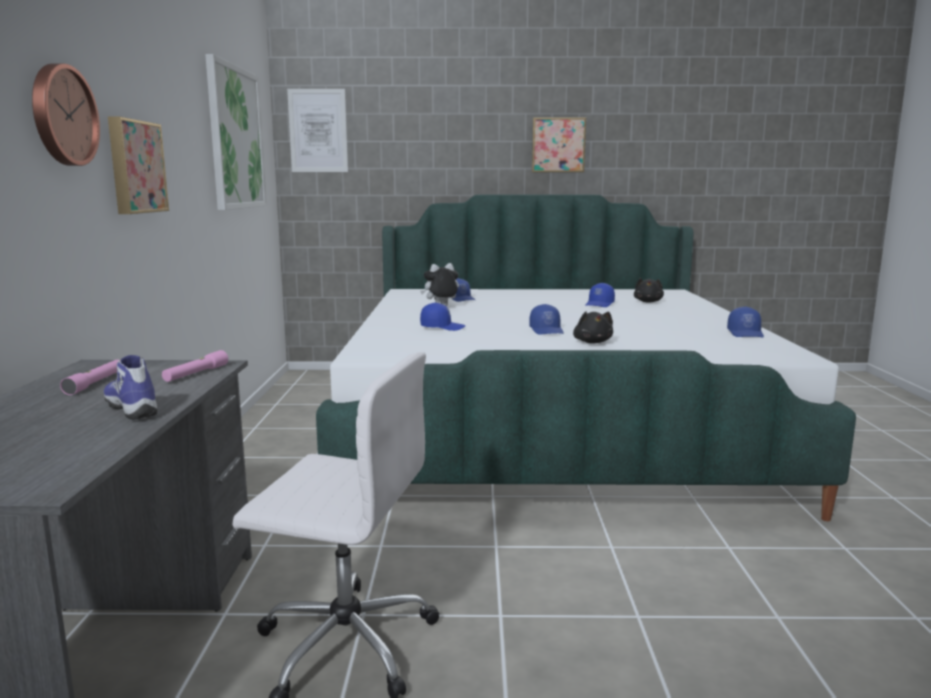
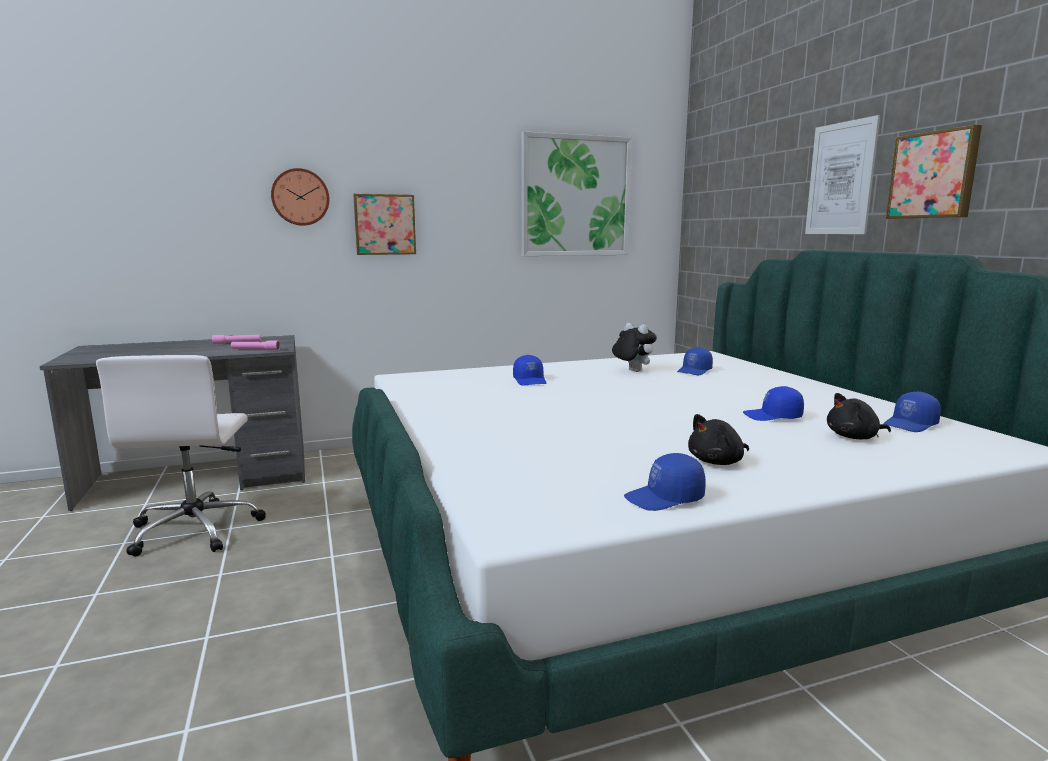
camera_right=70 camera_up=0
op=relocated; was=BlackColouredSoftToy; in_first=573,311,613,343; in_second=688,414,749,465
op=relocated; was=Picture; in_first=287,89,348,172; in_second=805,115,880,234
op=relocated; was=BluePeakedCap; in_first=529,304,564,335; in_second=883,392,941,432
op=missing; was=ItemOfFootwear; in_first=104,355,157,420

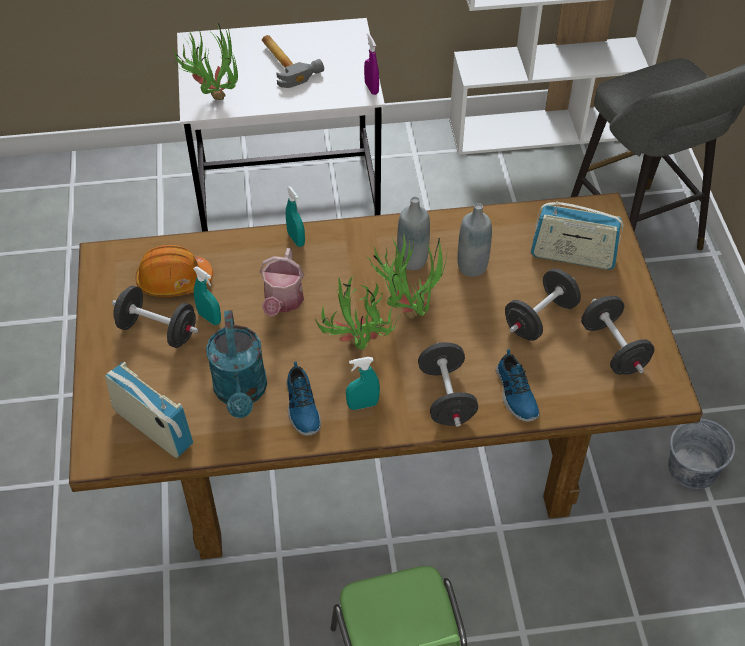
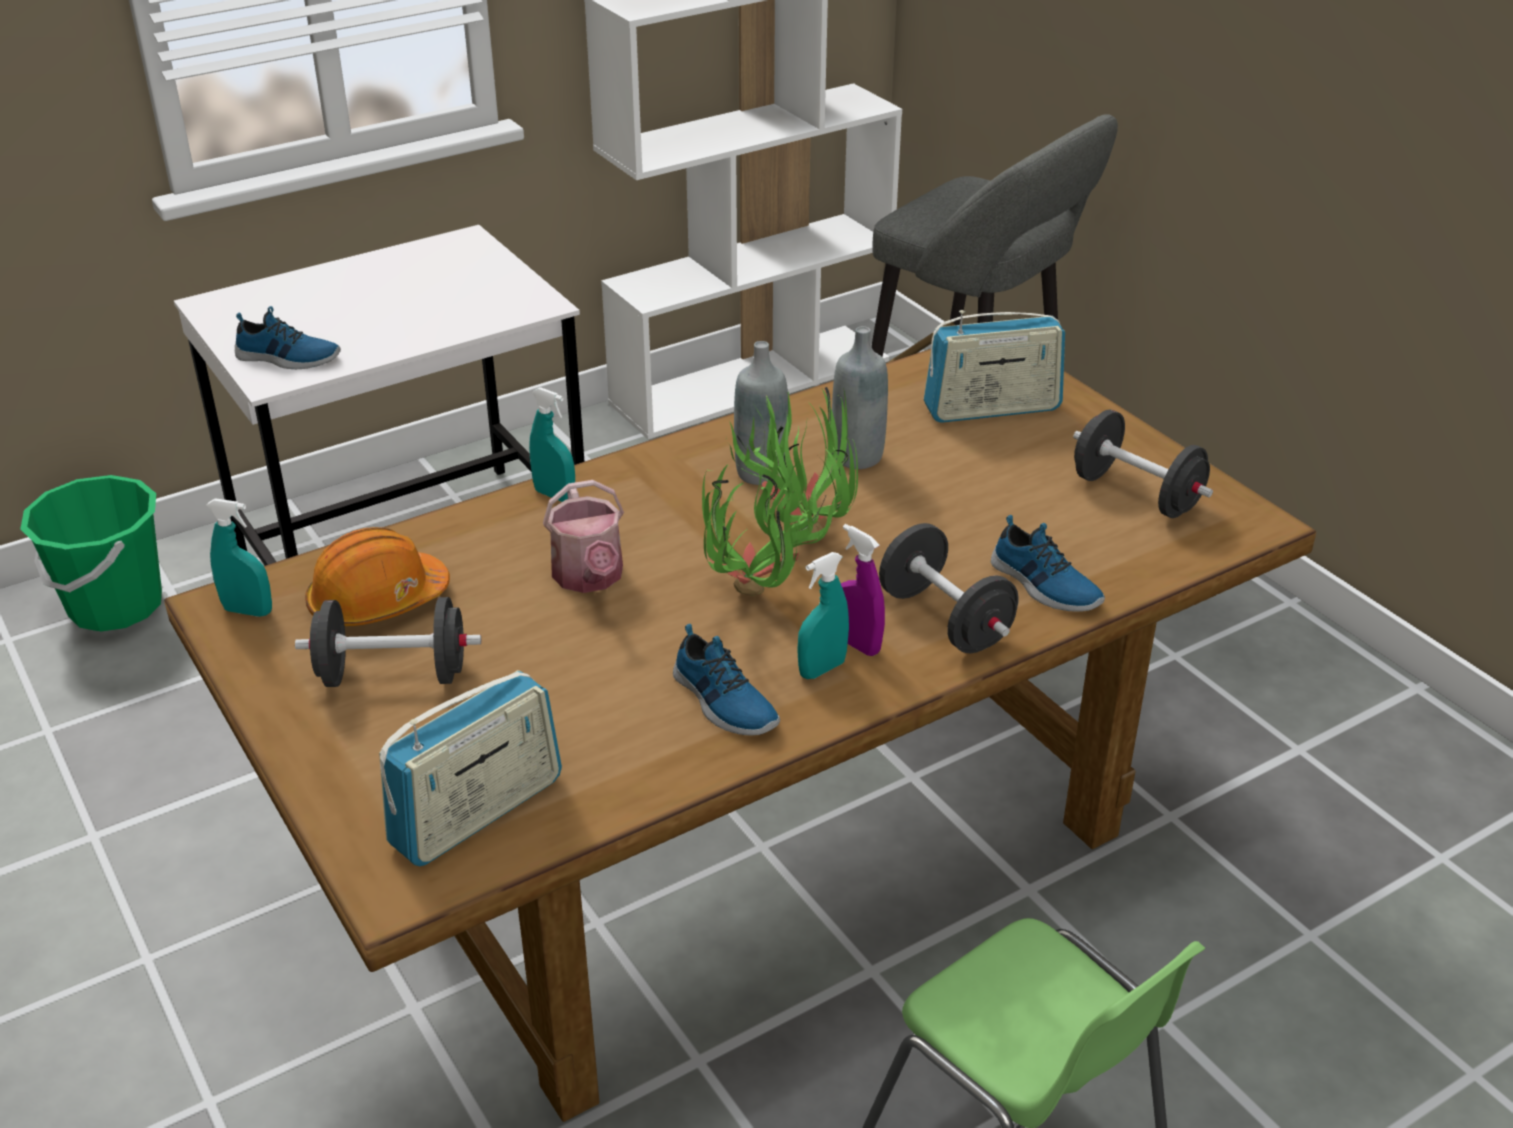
camera_right=-25 camera_up=-15
op=appeared; now=GreenPail; in_second=20,475,162,632
op=relocated; was=BlueGreenSprayer; in_first=193,266,221,325; in_second=206,498,272,617
op=exchanged; was=PlantInAPot; now=ItemOfFootwear; in_first=172,23,238,100; in_second=235,306,341,369
op=spun; was=RadioReceiver; in_first=105,362,193,458; in_second=379,670,562,866; clockwise=120
op=relocated; was=PurpleSprayer; in_first=364,33,379,95; in_second=841,524,885,656
op=missing; was=BlueGreenWateringPot; in_first=206,310,267,418
op=missing; was=HandHammer; in_first=262,35,324,88
op=missing; was=BlackColouredFreeWeight; in_first=505,269,581,341
op=missing; was=GreyishPail; in_first=668,419,735,489

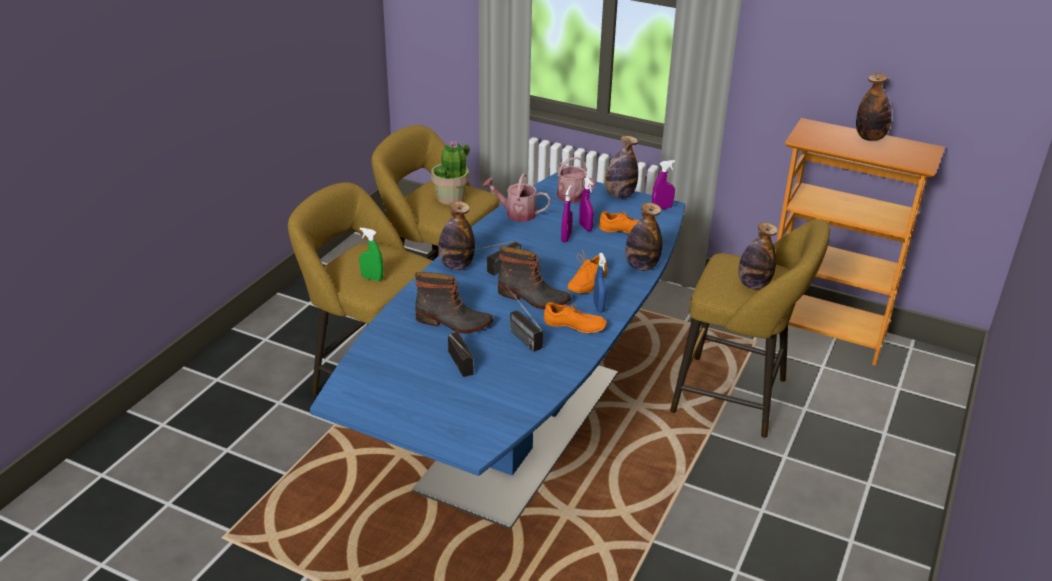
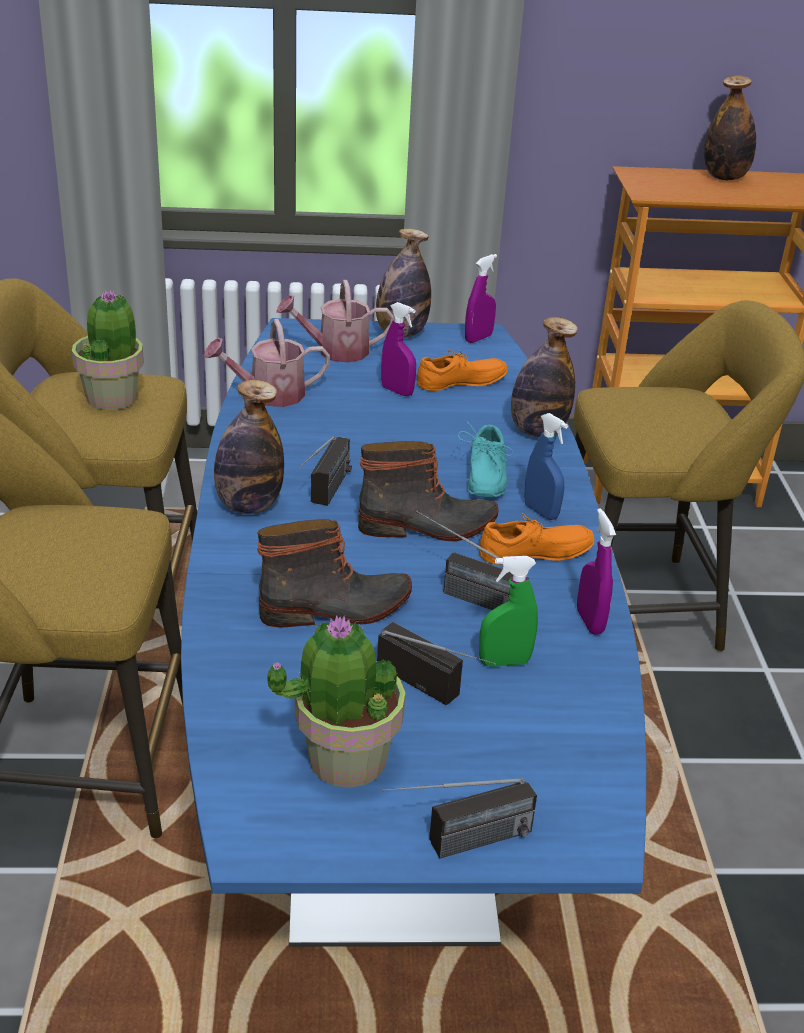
camera_right=-30 camera_up=0
op=appeared; now=PlantInAPot; in_second=266,615,405,788
op=spun; was=WateringPot; in_first=557,157,595,203; in_second=276,280,394,363; clockwise=135
op=appeared; now=RadioReceiver; in_second=382,778,537,858
op=colour; was=OrangeColouredItemOfFootwear; now=BlueGreenItemOfFootwear; in_first=567,250,607,293; in_second=458,422,513,497
op=relocated; was=GreenSprayer; in_first=359,228,383,281; in_second=479,556,538,667
op=relocated; was=PurpleSprayer; in_first=561,185,573,243; in_second=577,508,616,635
op=missing; was=BeverageBottle; in_first=738,222,778,289

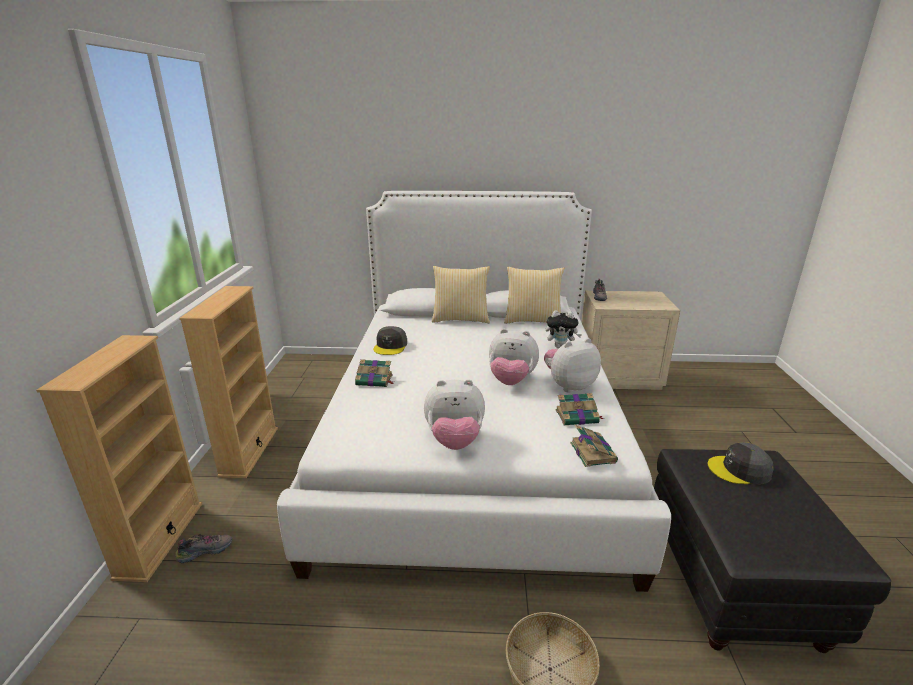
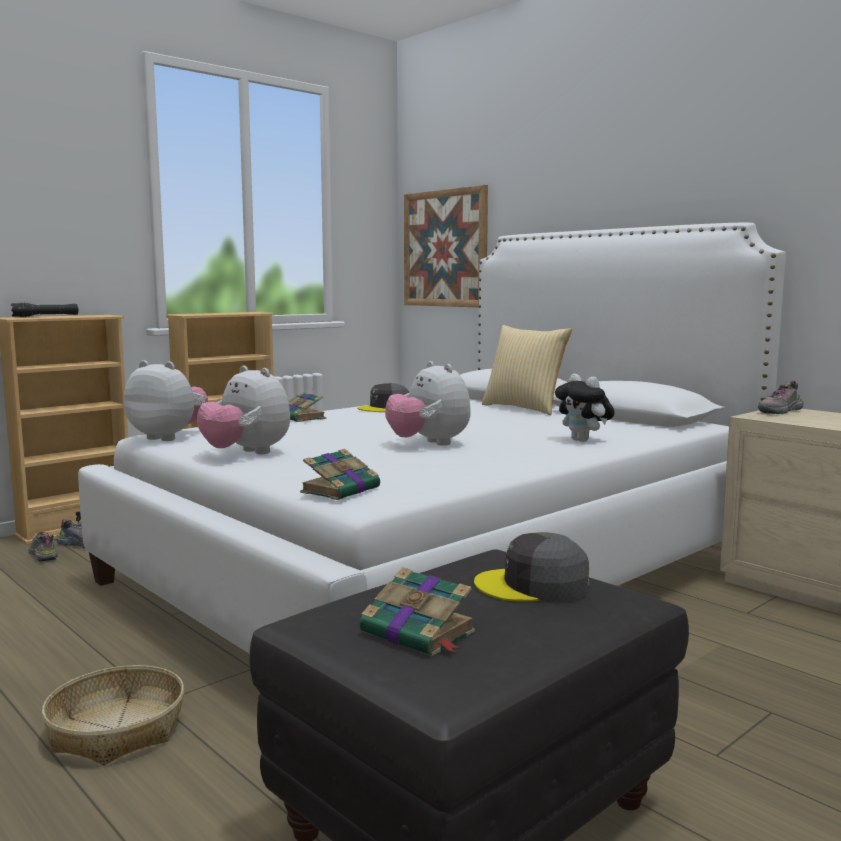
camera_right=45 camera_up=-15
op=appeared; now=BlackColouredTorch; in_second=11,303,79,317
op=appeared; now=ItemOfFootwear; in_second=28,532,58,561
op=relocated; was=SoftToy; in_first=544,338,601,393; in_second=124,360,208,441
op=relocated; was=Volume; in_first=556,393,604,425; in_second=360,567,475,656
op=appeared; now=Picture; in_second=404,185,488,307
op=spun; was=GreyishPeakedCap; in_first=708,442,773,485; in_second=474,532,589,601; clockwise=-45
op=missing; was=ThrowPillow; in_first=504,267,565,323

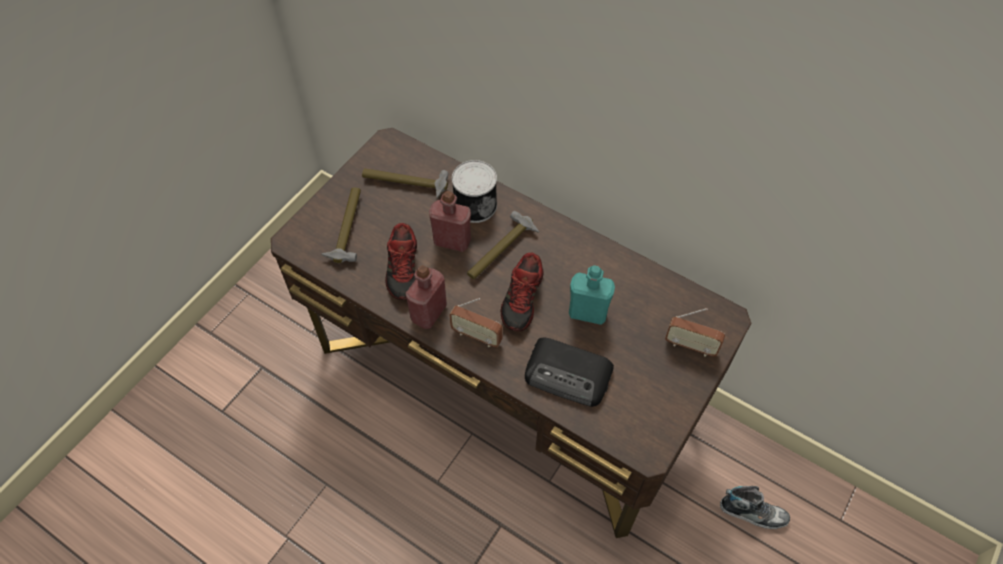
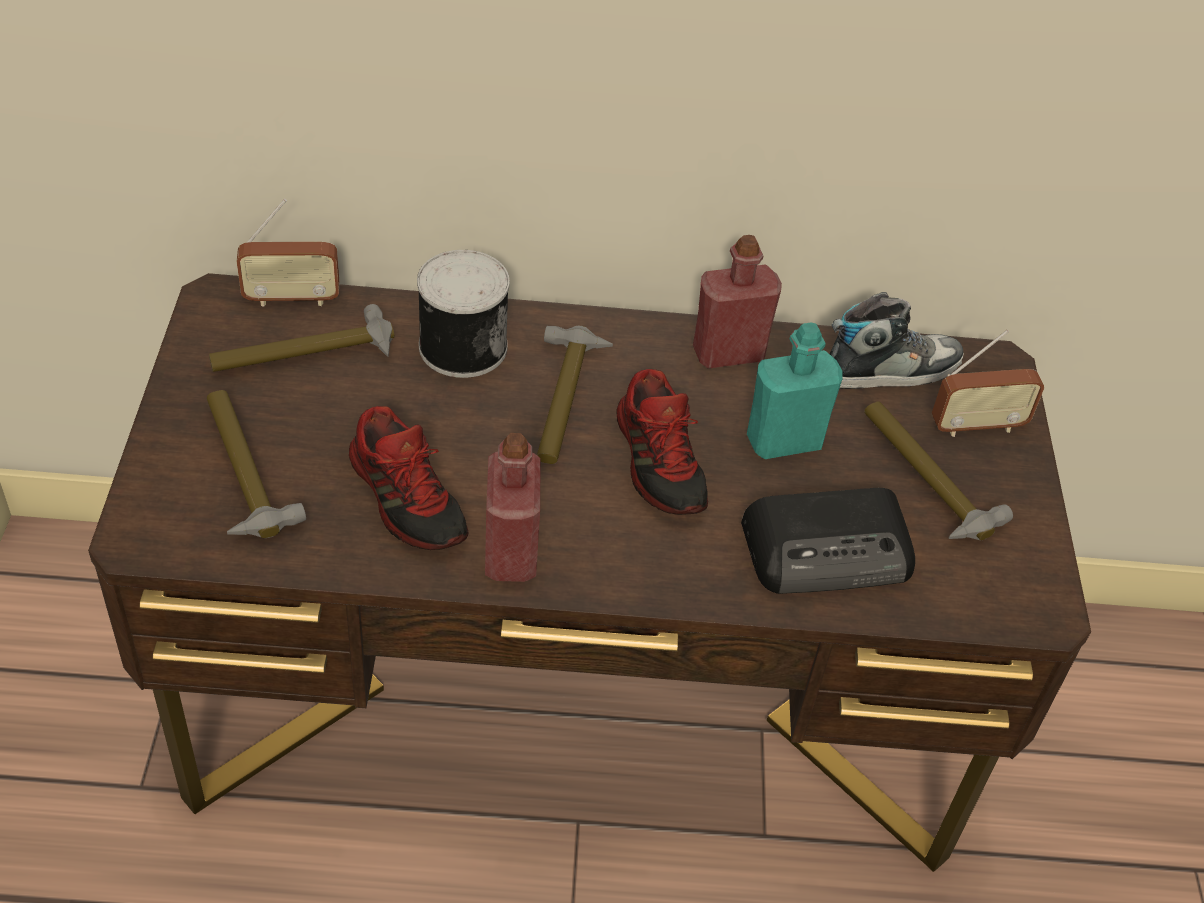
camera_right=-35 camera_up=-10
op=relocated; was=RadioReceiver; in_first=449,298,503,347; in_second=237,199,339,307
op=relocated; was=ReddishBeverageBottle; in_first=429,191,471,252; in_second=693,235,782,369
op=relocated; was=ItemOfFootwear; in_first=720,486,790,529; in_second=830,292,964,389
op=appeared; now=HandHammer; in_second=864,401,1013,540

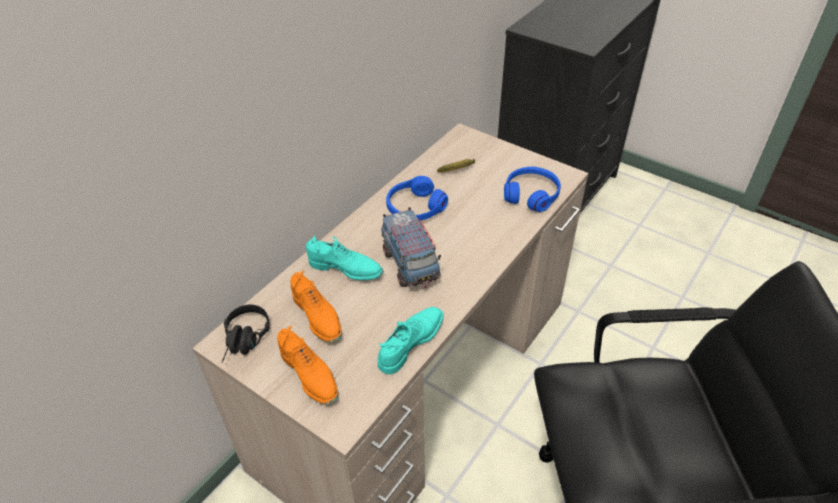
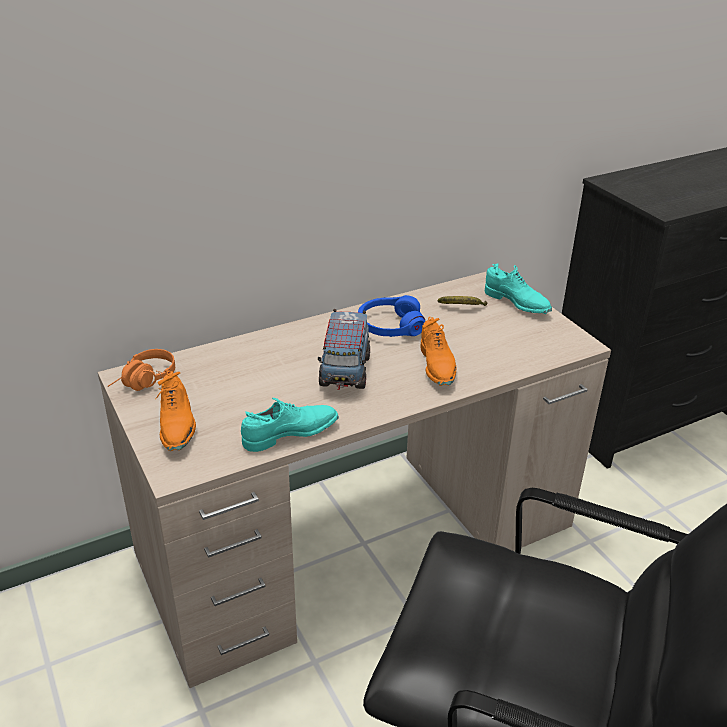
camera_right=25 camera_up=-10
op=colour; was=BlackColouredHeadphones; now=OrangeColouredHeadphones; in_first=222,305,270,363; in_second=107,349,175,391
op=relocated; was=OrangeColouredItemOfFootwear; in_first=290,271,342,343; in_second=420,317,456,386
op=relocated; was=BlueGreenItemOfFootwear; in_first=306,236,384,280; in_second=485,263,552,314
op=missing; was=BlueHeadphones; in_first=504,167,561,212

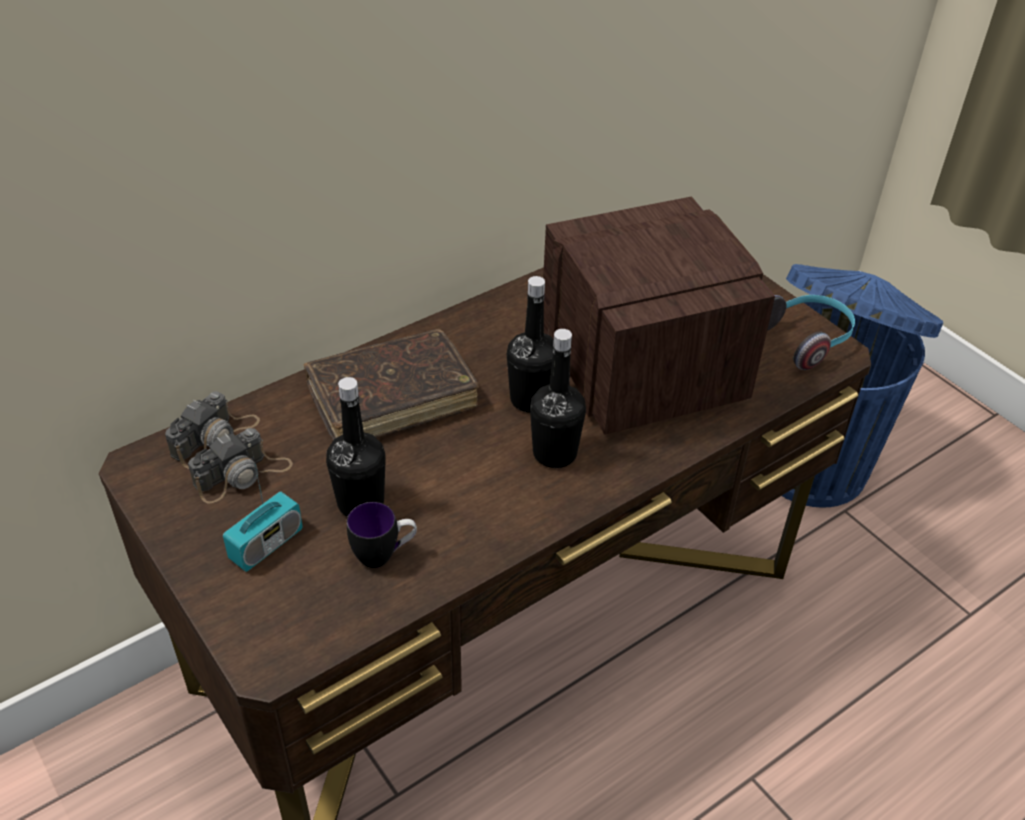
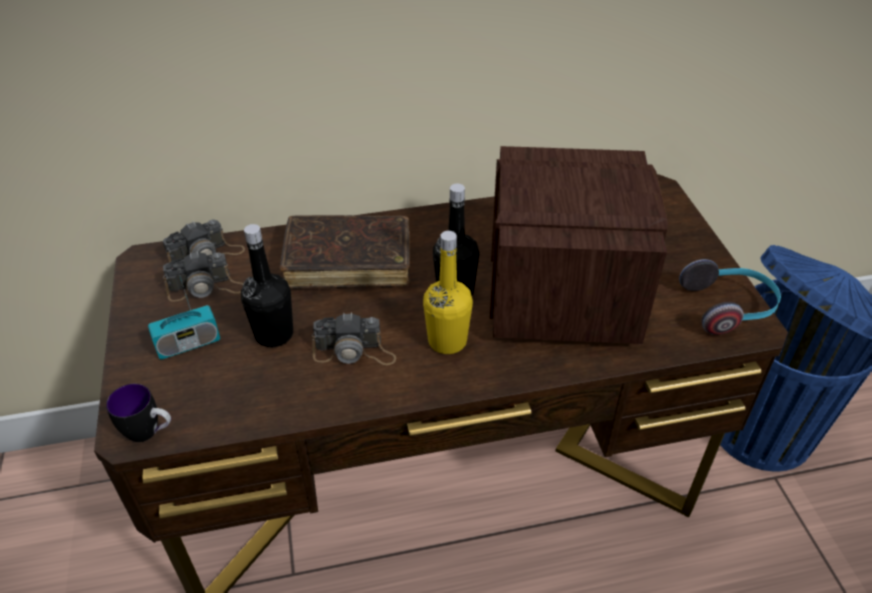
camera_right=25 camera_up=0
op=relocated; was=Mug; in_first=347,502,417,568; in_second=106,384,171,442
op=appeared; now=PhotoCamera; in_second=312,313,396,365
op=colour; was=BlackColouredBeverageBottle; now=YellowishBeverageBottle; in_first=530,329,586,468; in_second=423,231,473,354

